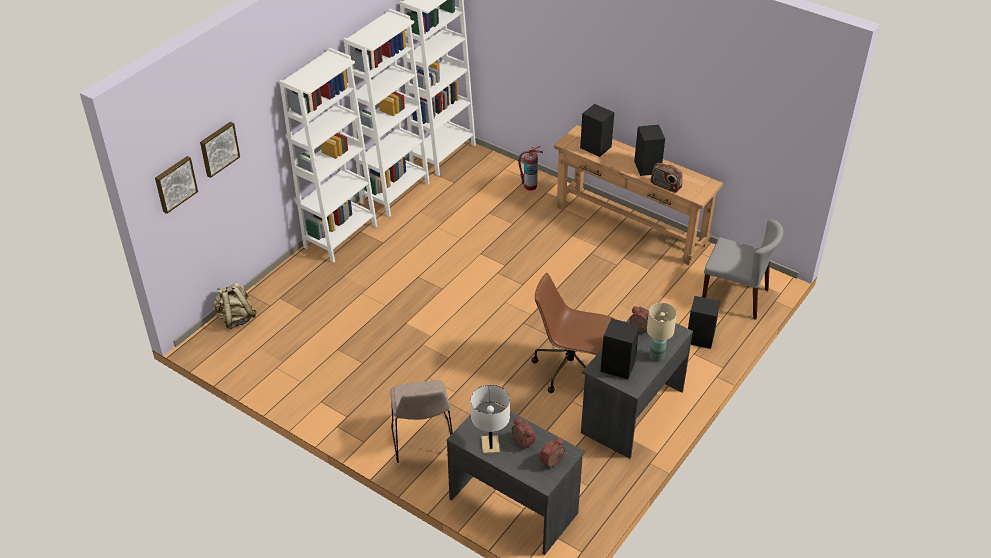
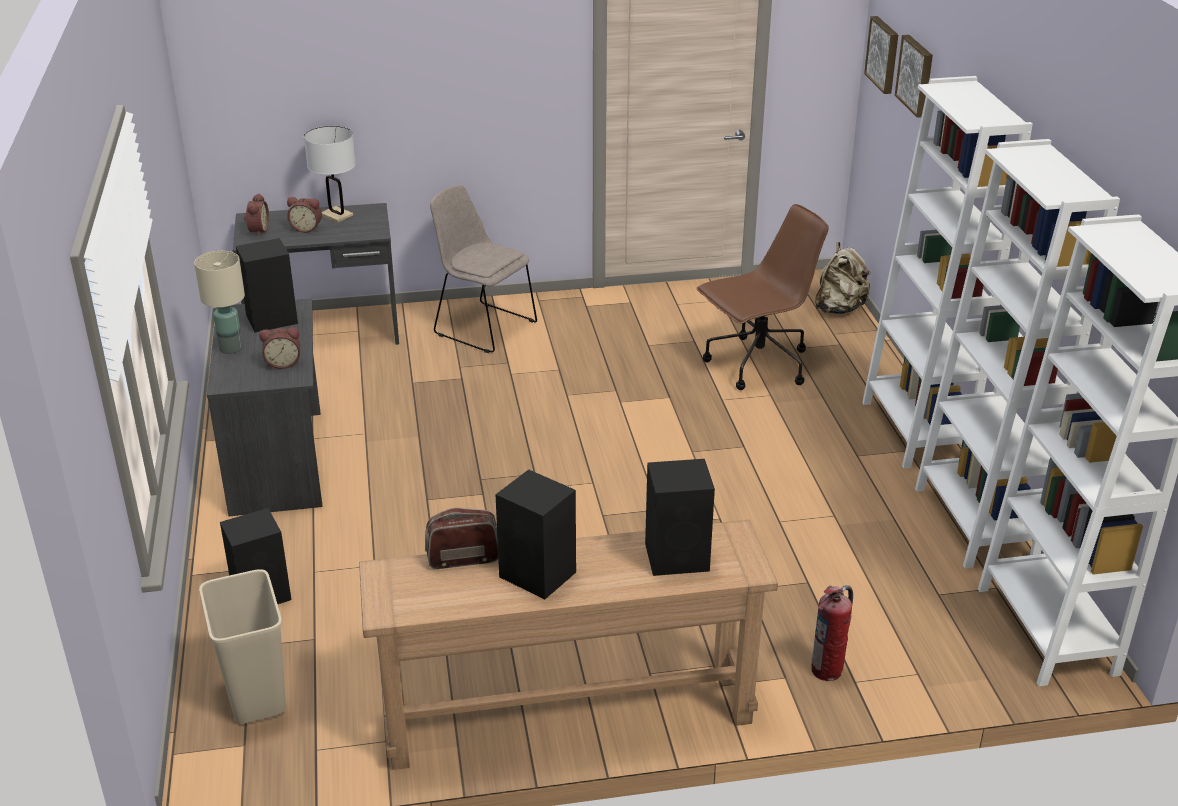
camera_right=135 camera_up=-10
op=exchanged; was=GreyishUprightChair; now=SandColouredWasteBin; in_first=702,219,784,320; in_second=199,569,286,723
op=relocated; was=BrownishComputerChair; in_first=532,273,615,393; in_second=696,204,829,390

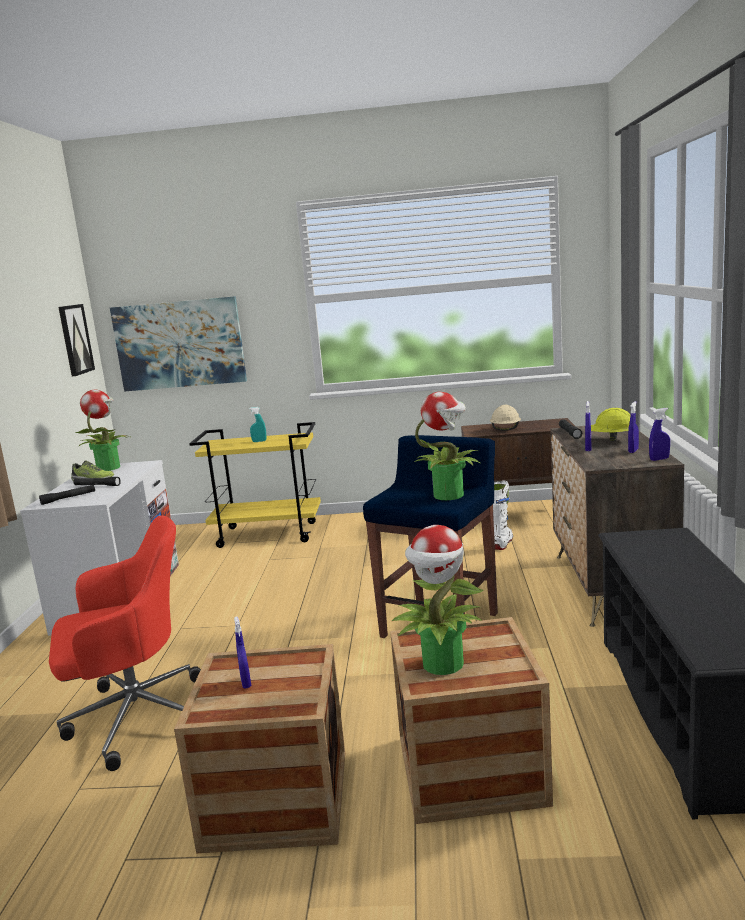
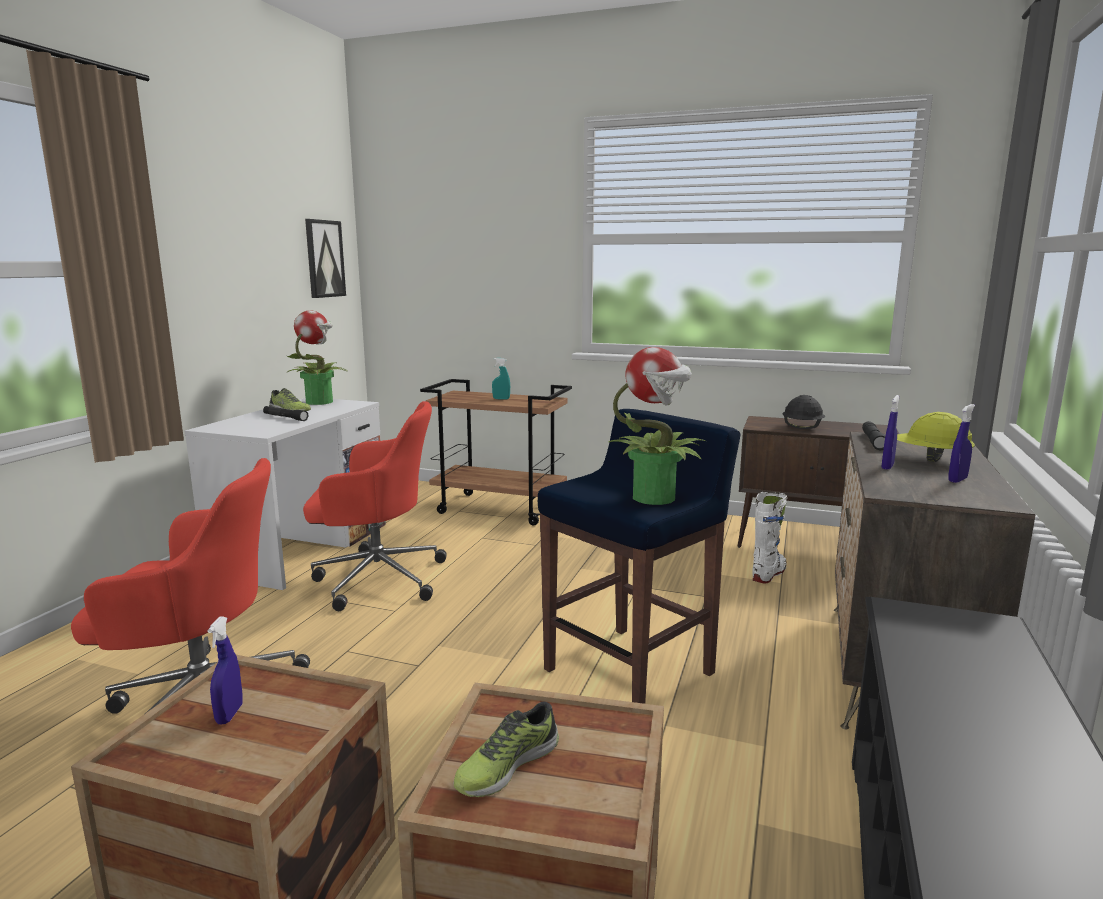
camera_right=15 camera_up=0
op=appeared; now=ReddishComputerChair; in_second=303,401,447,611
op=colour; was=YellowishCart; now=BrownishCart; in_first=189,422,321,548; in_second=420,379,572,525
op=exchanged; was=PlantInAPot; now=ItemOfFootwear; in_first=391,525,484,675; in_second=453,701,559,797
op=colour; was=SandColouredWorkHelmet; now=BlackColouredWorkHelmet; in_first=490,405,521,431; in_second=782,395,825,429
op=missing; was=BlackColouredTorch; in_first=39,485,95,505
op=missing; was=Picture; in_first=110,296,247,392
op=missing; was=BlueSprayer; in_first=649,408,670,461

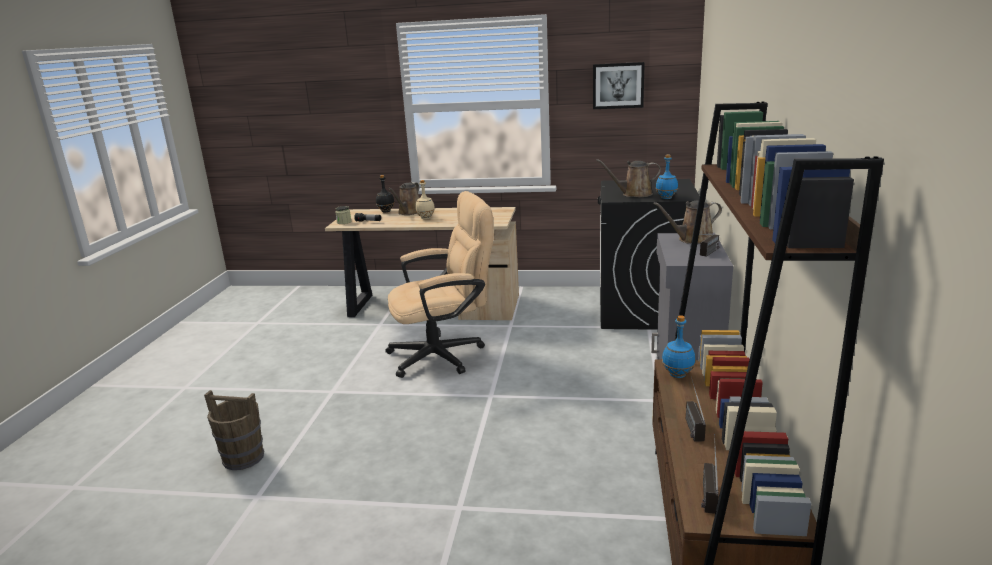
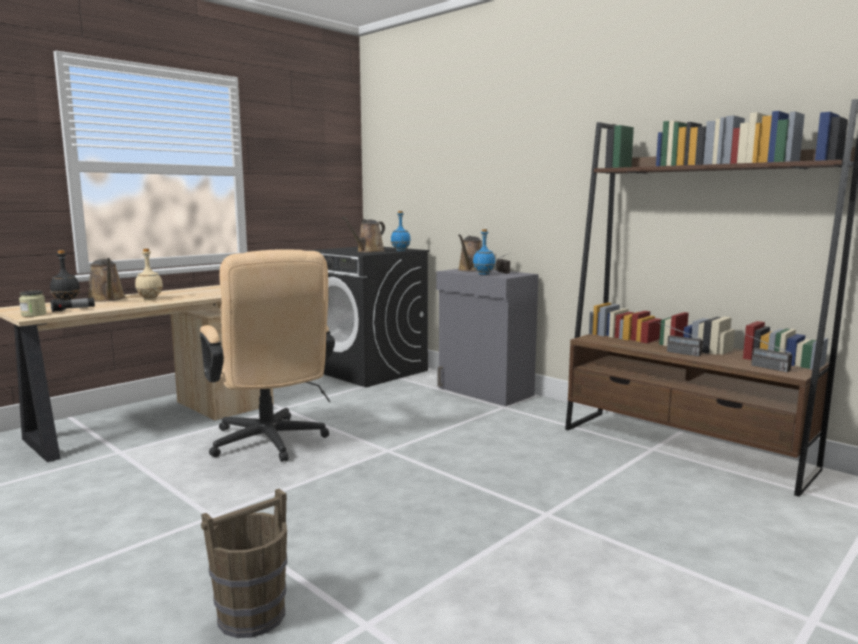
camera_right=-55 camera_up=-10
op=spun; was=SandColouredComputerChair; in_first=385,191,494,378; in_second=200,249,335,462; clockwise=135
op=relocated; was=BlueBeverageBottle; in_first=662,315,695,378; in_second=473,229,495,275
op=missing; was=Picture; in_first=593,62,645,109

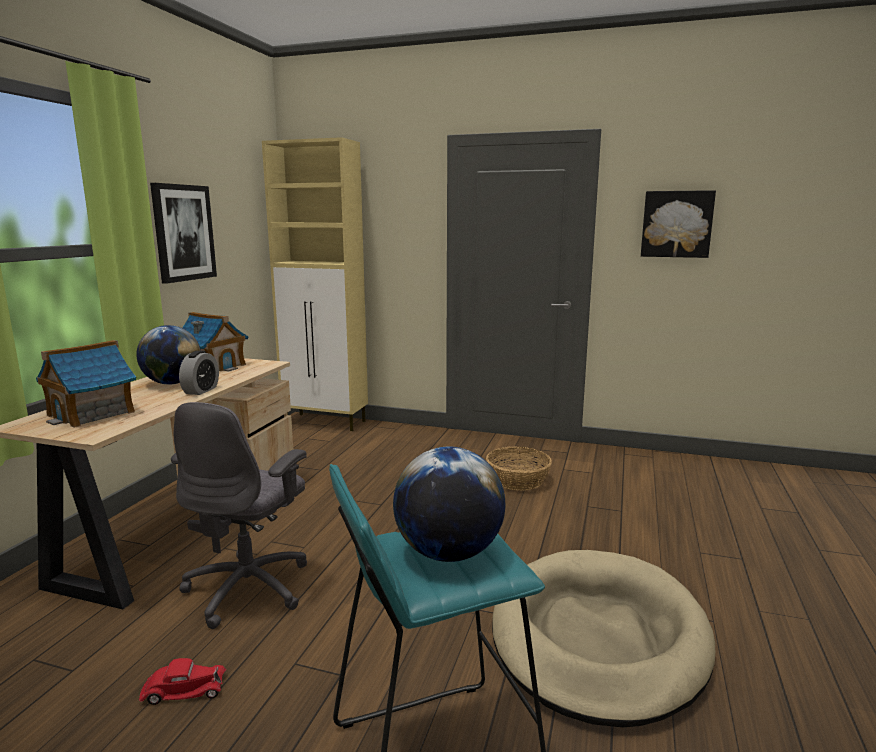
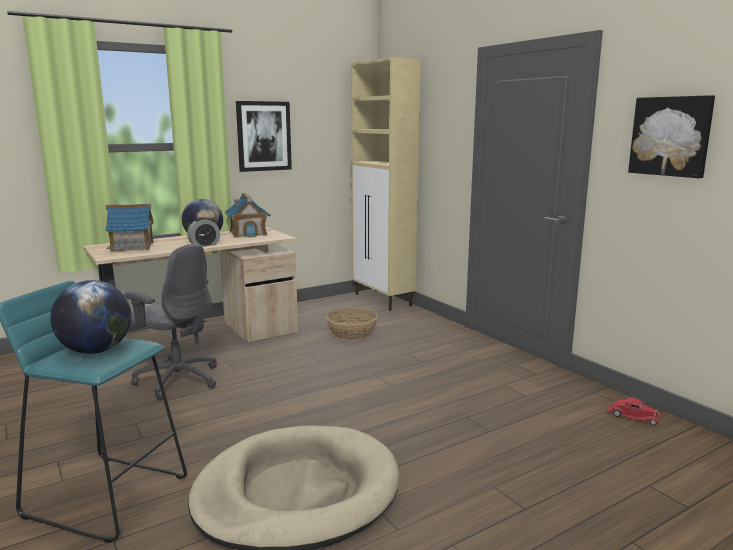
camera_right=40 camera_up=0
op=spun; was=GreyishComputerChair; in_first=171,402,307,629; in_second=124,244,217,401; clockwise=-120
op=relocated; was=Basket; in_first=486,447,552,491; in_second=326,308,378,340
op=relocated; was=ReddishModelCar; in_first=139,658,226,705; in_second=608,397,661,426

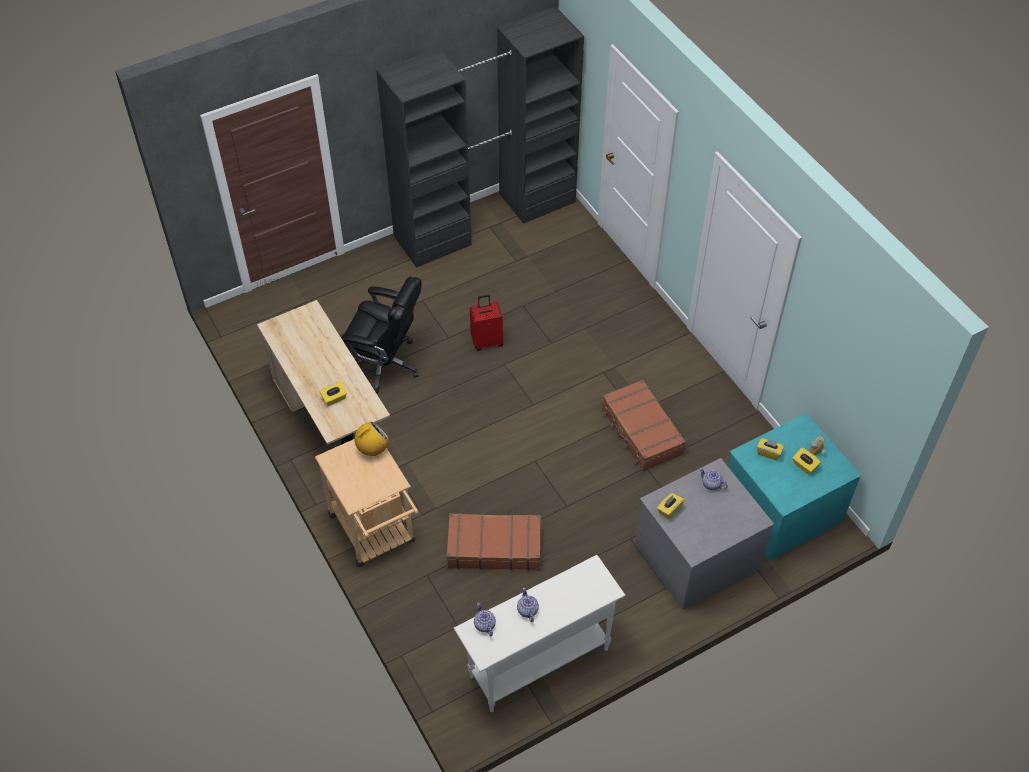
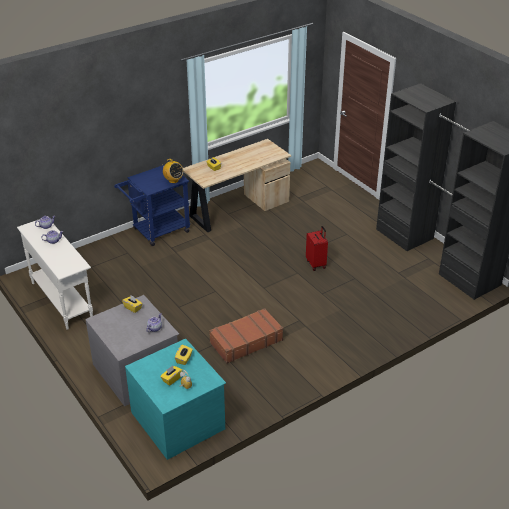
camera_right=85 camera_up=-15
op=colour; was=SandColouredCart; now=BlueCart; in_first=315,439,418,567; in_second=114,165,190,246
op=missing; was=BlackColouredComputerChair; in_first=341,277,422,394
op=missing; was=BrownishTravelCase; in_first=447,513,541,570

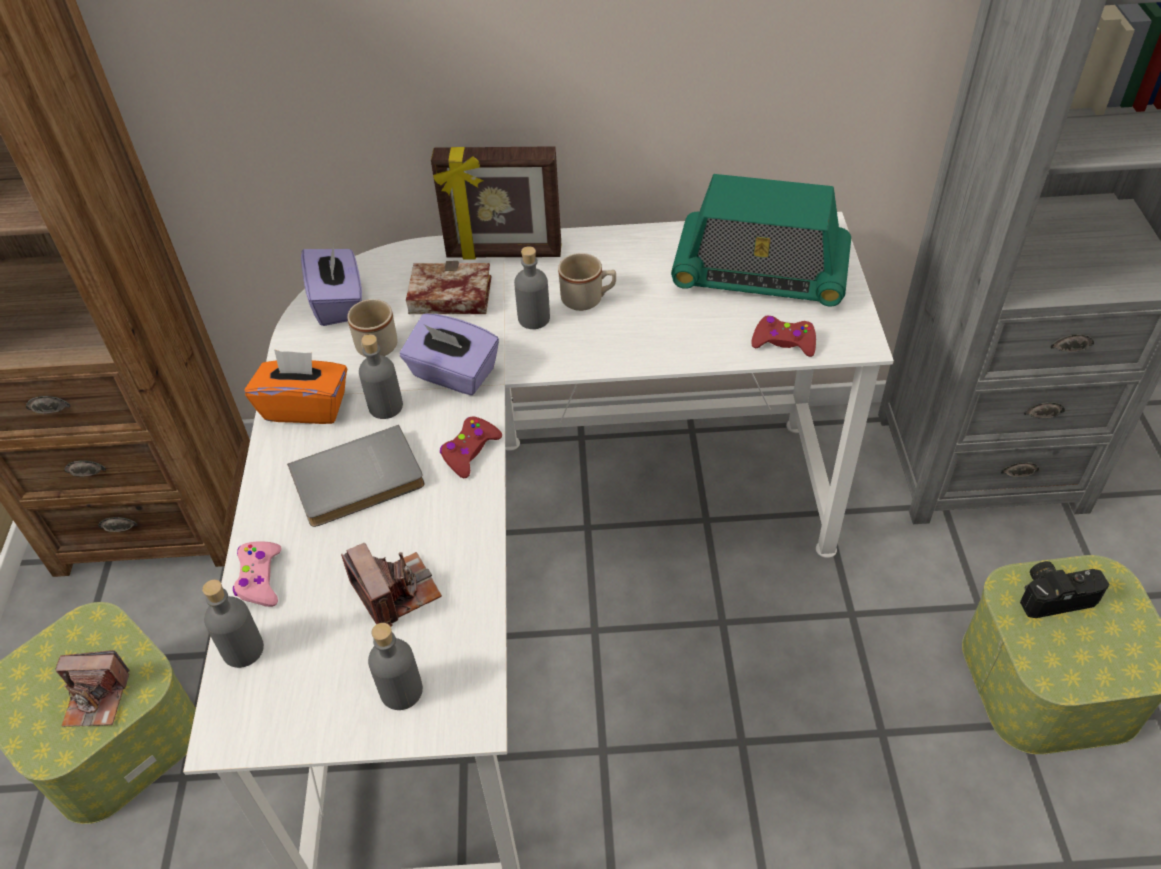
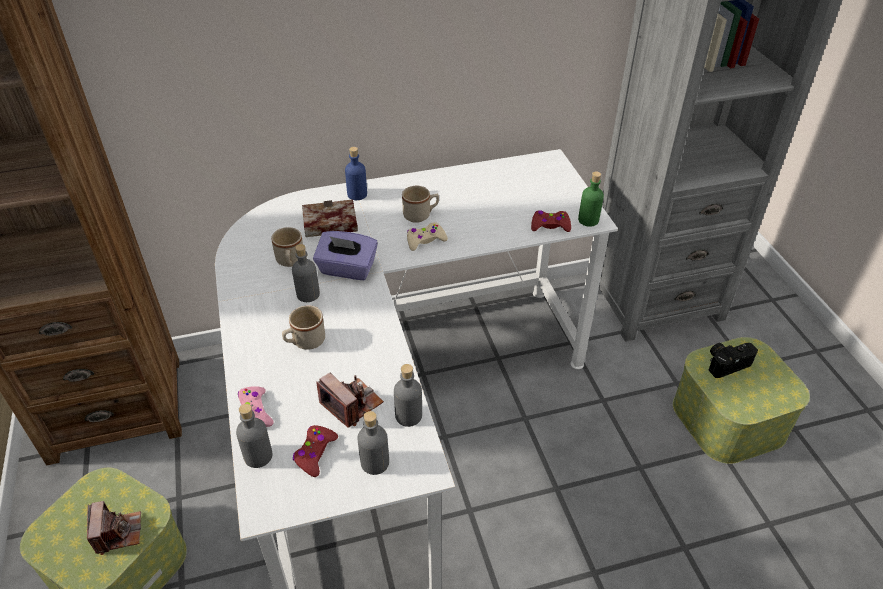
camera_right=-15 camera_up=-5
op=spun; was=PhotoCamera; in_first=55,650,130,727; in_second=87,501,141,555; clockwise=-90
op=exchanged; was=GreyishVolume; now=SandColouredMug; in_first=287,425,424,527; in_second=282,305,325,350
op=relocated; was=ReddishGameController; in_first=440,416,502,478; in_second=293,425,338,477
op=exchanged; was=PictureFrame; now=BlueBeverageBottle; in_first=431,146,561,259; in_second=345,147,367,200
op=relocated; was=GreyishBeverageBottle; in_first=514,246,550,329; in_second=394,364,422,427
op=appeared; now=SandColouredGameController; in_second=407,222,448,251
op=appeared; now=GreenBeverageBottle; in_second=578,172,604,227
op=missing; was=OrangeColouredBoxOfTissues; in_first=244,349,347,424
op=missing; was=PurpleBoxOfTissues; in_first=301,243,362,326
op=missing; was=RadioReceiver; in_first=671,174,851,307

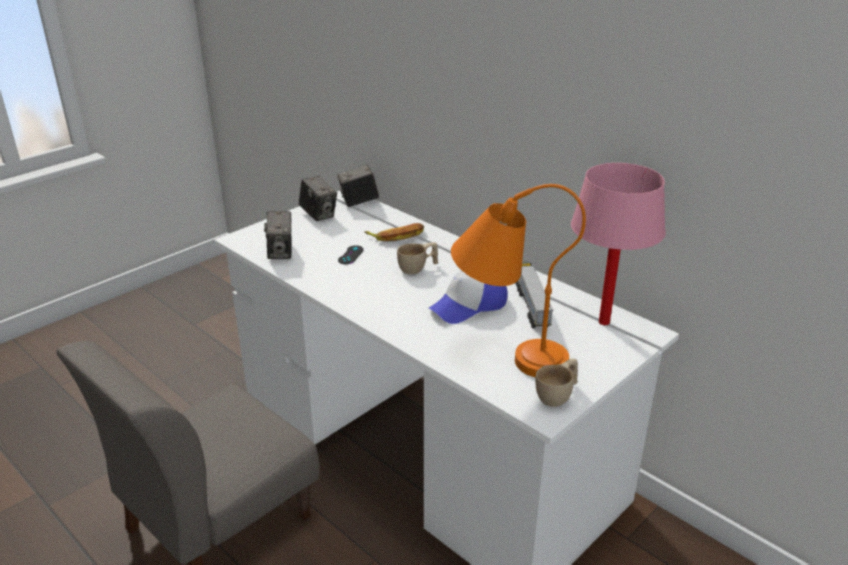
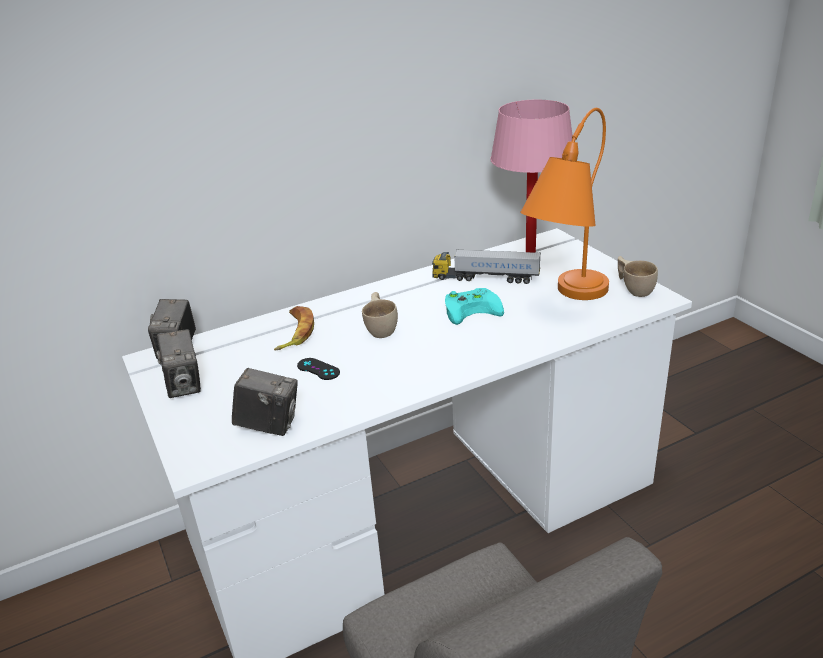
camera_right=-70 camera_up=0
op=spun; was=PhotoCamera; in_first=299,176,337,221; in_second=157,329,201,398; clockwise=90
op=exchanged; was=PeakedCap; now=BlueGreenGameController; in_first=429,270,508,324; in_second=445,288,504,325

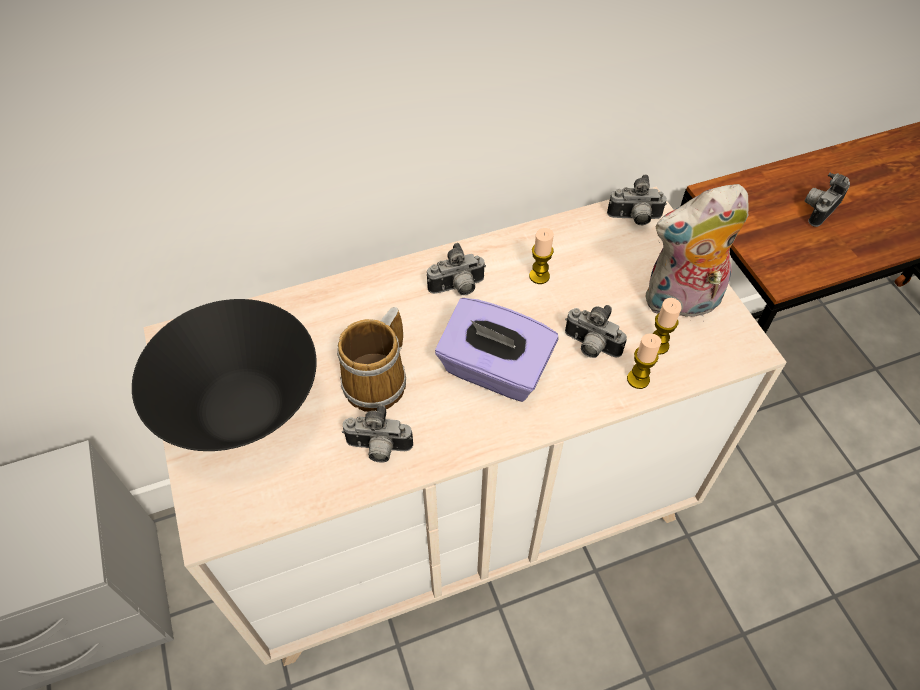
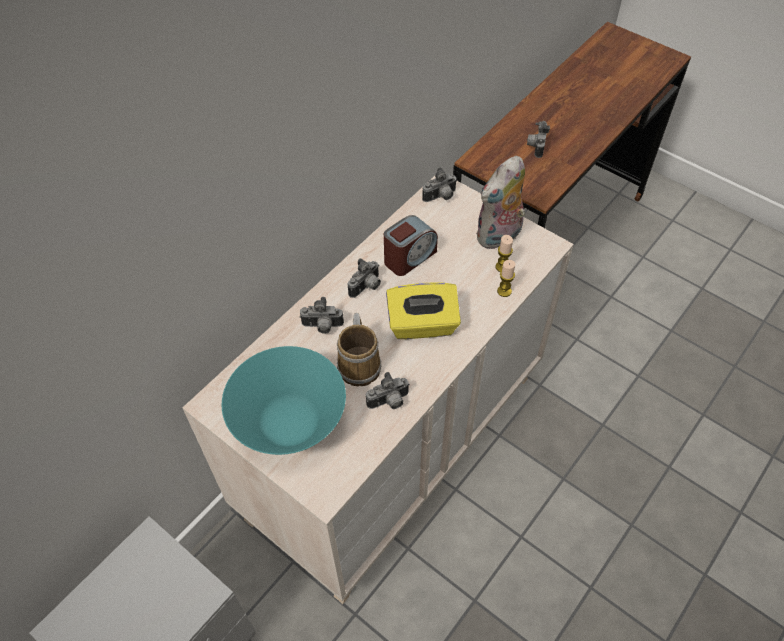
camera_right=-30 camera_up=0
op=colour; was=BlackColouredServingBowl; now=BlueGreenServingBowl; in_first=132,299,317,451; in_second=222,346,346,455
op=relocated; was=PhotoCamera; in_first=565,305,627,358; in_second=300,297,344,334
op=exchanged; was=WaxCandle; now=AlarmClock; in_first=529,228,554,284; in_second=384,215,438,276
op=colour; was=PurpleBoxOfTissues; now=YellowishBoxOfTissues; in_first=435,298,558,402; in_second=386,282,461,339

